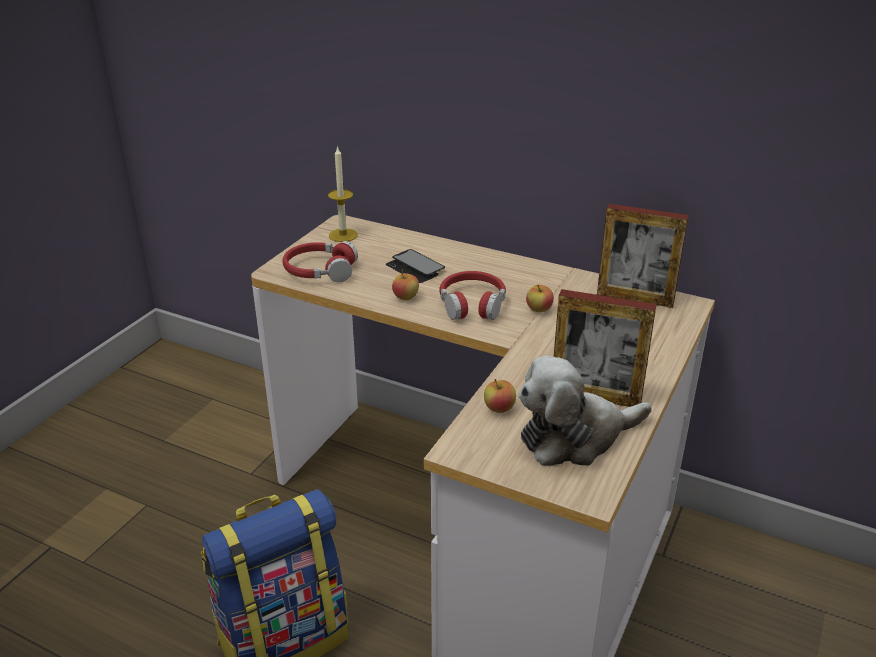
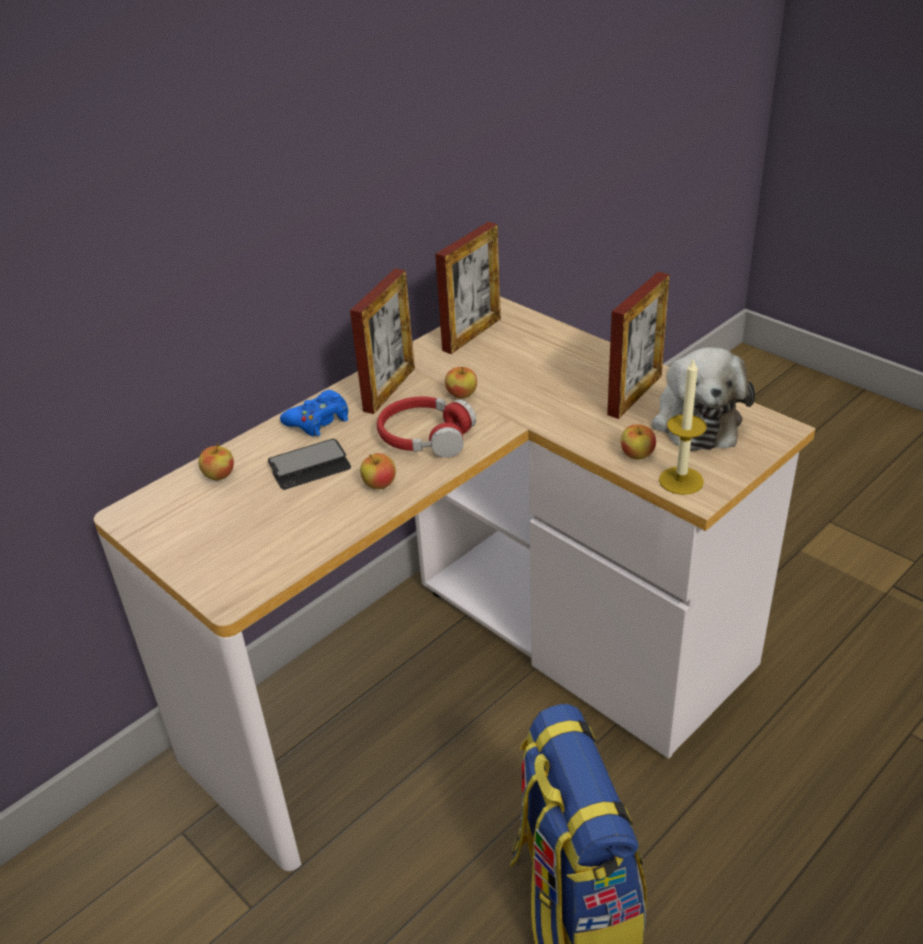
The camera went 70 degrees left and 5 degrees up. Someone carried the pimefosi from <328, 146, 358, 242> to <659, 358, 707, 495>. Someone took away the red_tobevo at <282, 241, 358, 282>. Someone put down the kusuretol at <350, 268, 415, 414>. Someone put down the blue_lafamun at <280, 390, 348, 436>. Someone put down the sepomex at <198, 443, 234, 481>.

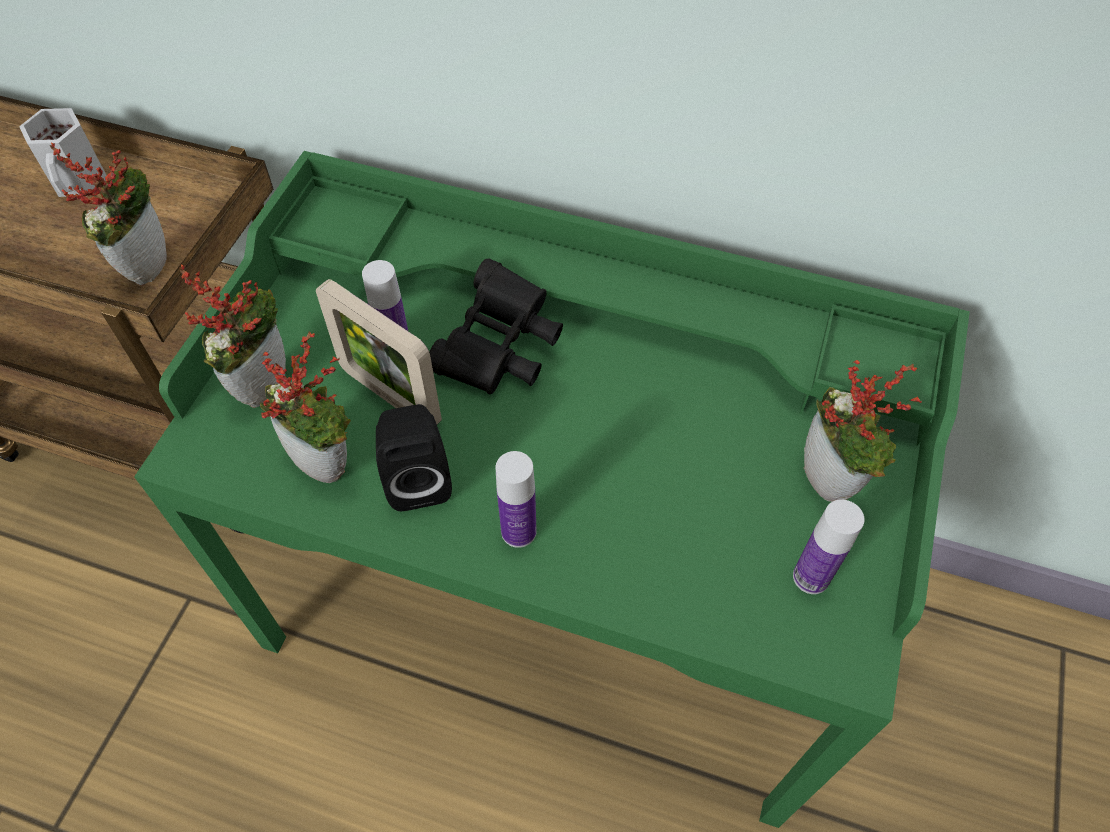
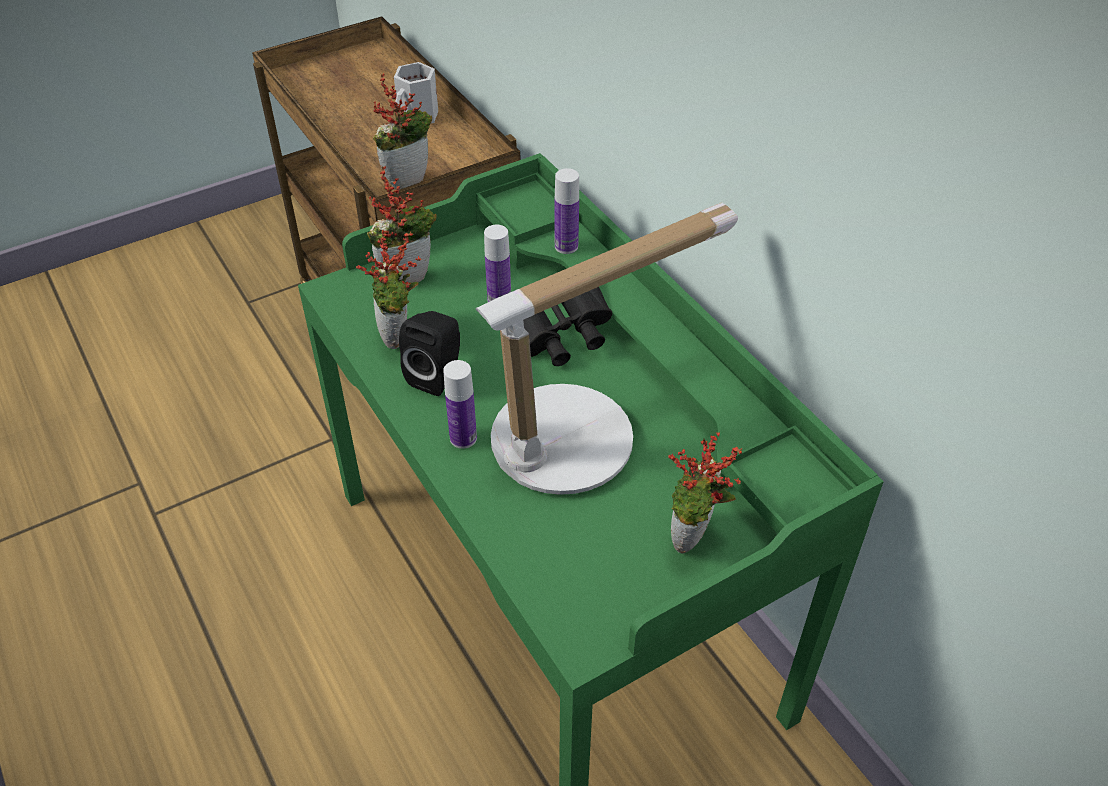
The camera went 40 degrees right and 10 degrees down. Someone took away the kusuretol at <316, 279, 442, 425>. Someone carried the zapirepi from <793, 499, 865, 594> to <555, 168, 579, 254>. Someone put down the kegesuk at <475, 203, 738, 495>.

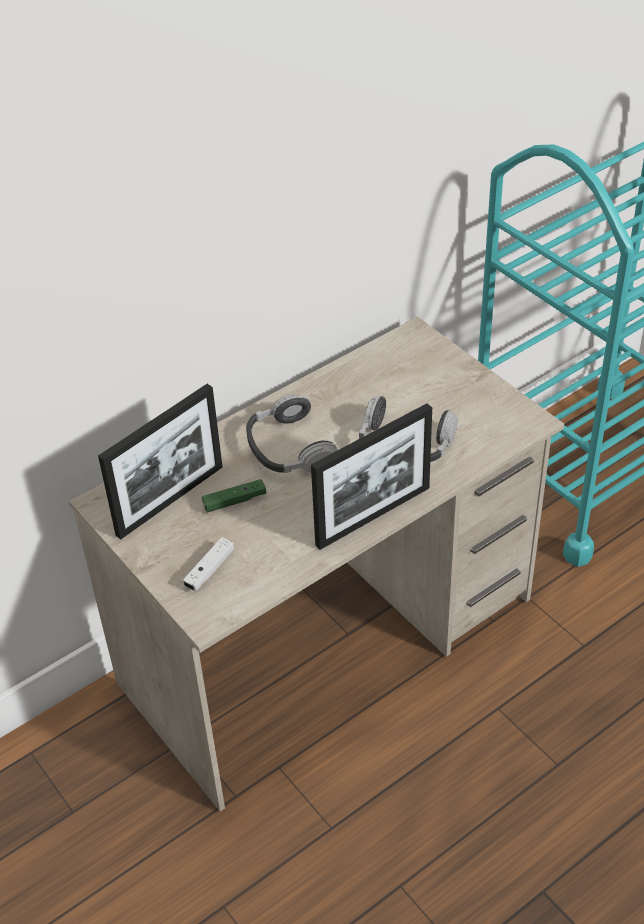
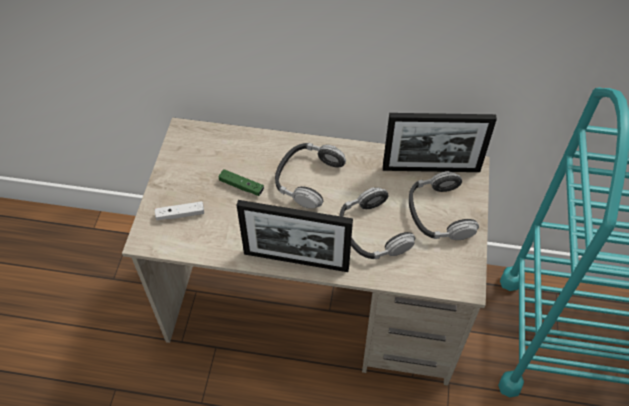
The camera went 45 degrees right and 10 degrees up. Someone carried the kusuretol from <98, 384, 223, 539> to <383, 113, 497, 172>. Someone put down the tobevo at <409, 171, 479, 240>.

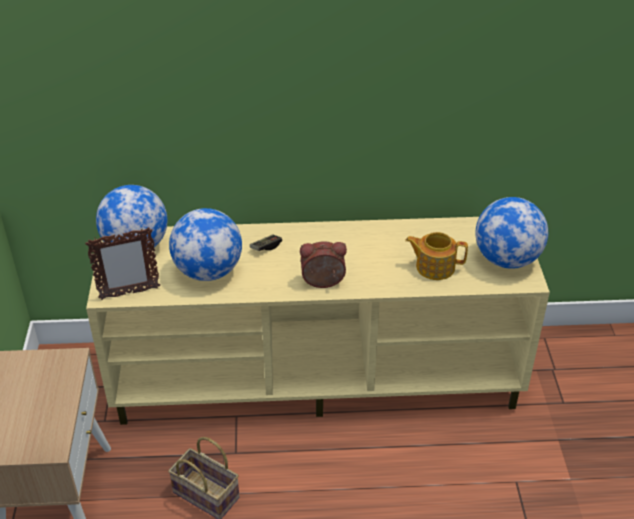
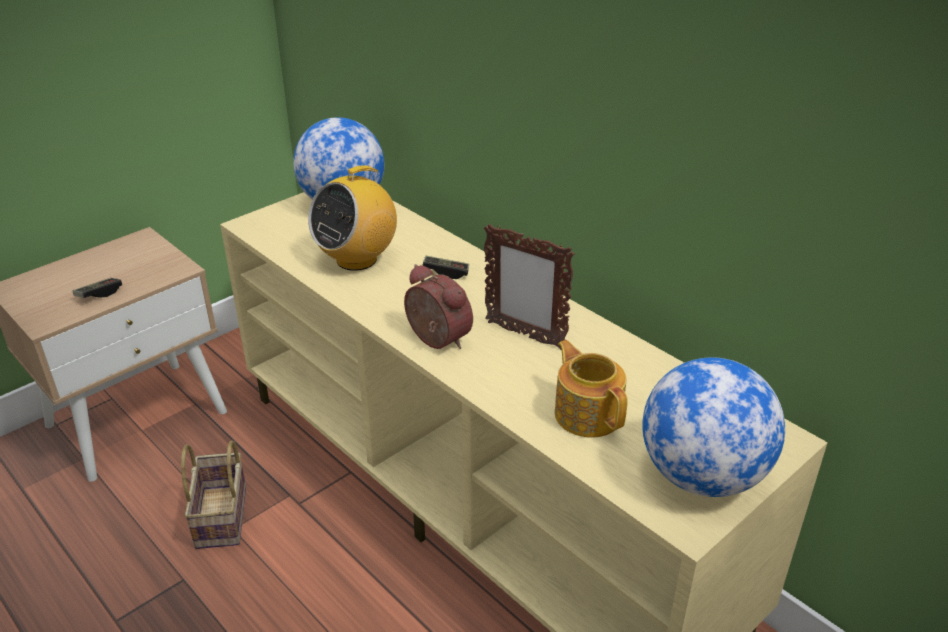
The camera went 50 degrees right and 5 degrees down. Someone swapped the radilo at <169, 208, 242, 281> for the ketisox at <308, 166, 397, 271>. Someone carried the kusuretol from <85, 227, 160, 300> to <484, 224, 575, 350>. Someone put down the lafamun at <72, 278, 122, 298>.

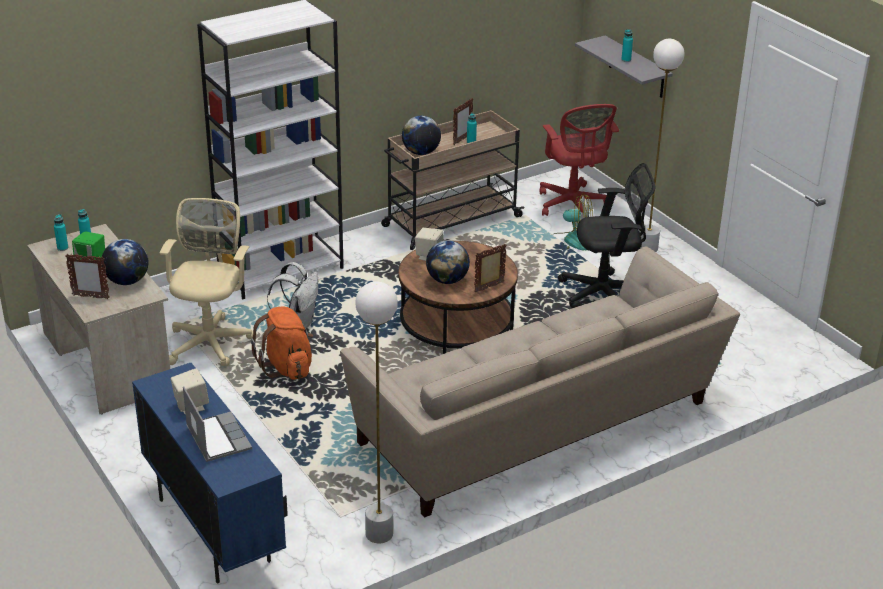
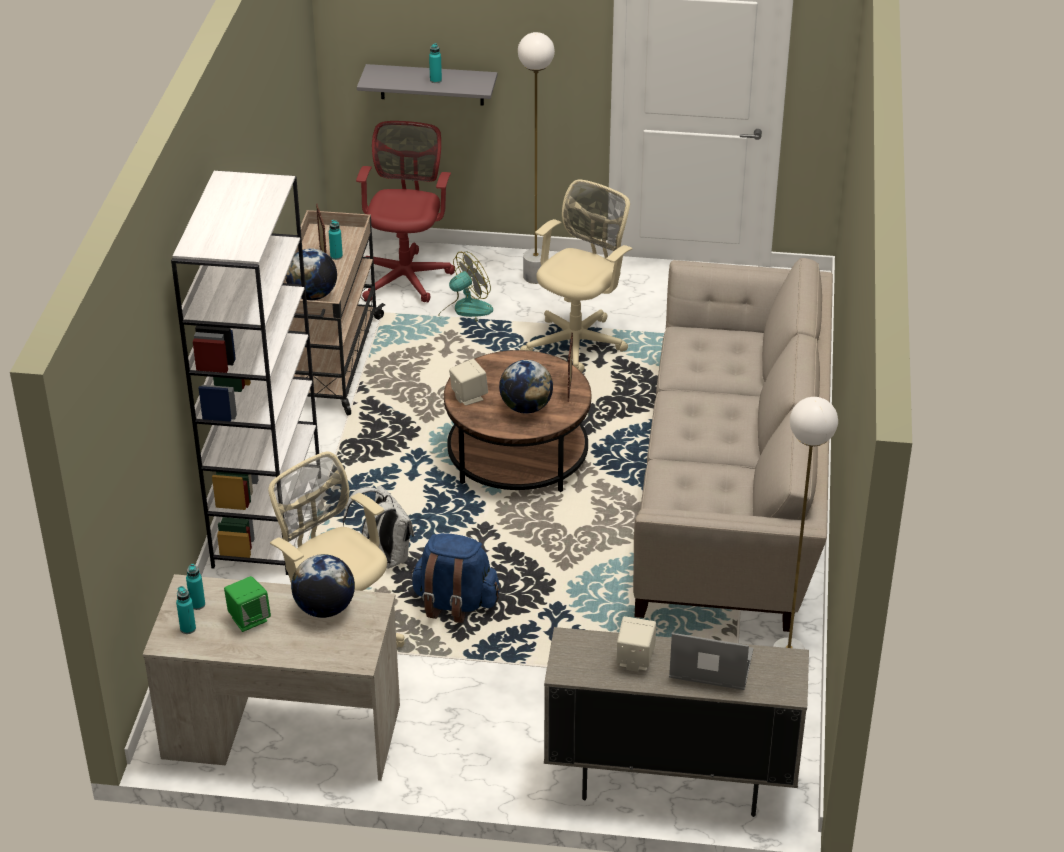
The camera went 50 degrees left and 5 degrees up. Someone rotated the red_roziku at <539, 104, 619, 216> by 105 degrees counterclockwise. Someone repainted the black_roziku at <558, 163, 655, 308>, which became the beige_roziku at <520, 180, 632, 372>. Someone took away the kusuretol at <65, 254, 110, 299>. Someone repainted the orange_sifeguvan at <251, 307, 313, 380>, which became the blue_sifeguvan at <411, 533, 499, 623>. Someone repainted the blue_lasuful at <132, 363, 288, 584>, which became the beige_lasuful at <544, 627, 809, 817>.

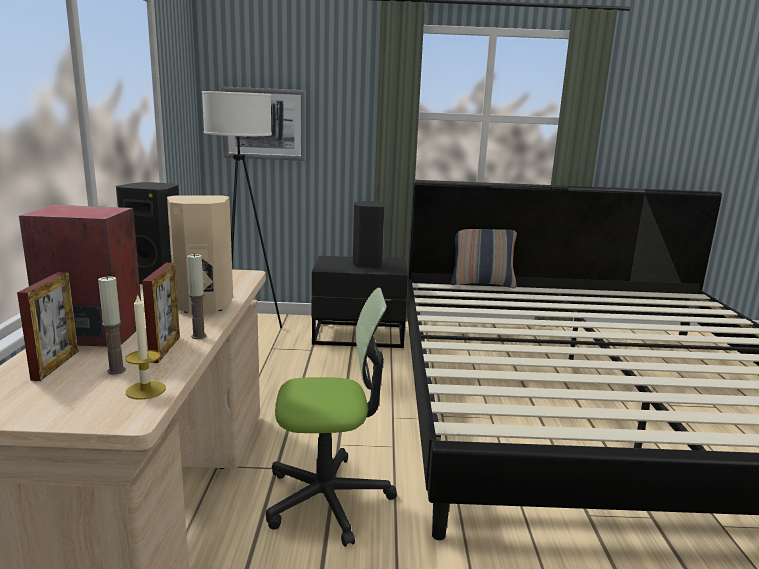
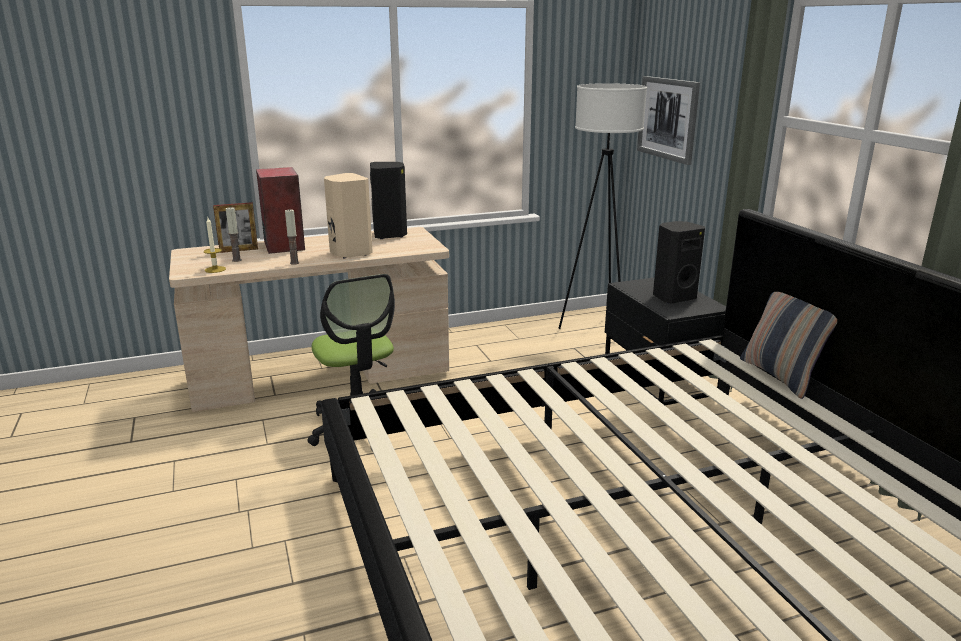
The camera went 70 degrees right and 5 degrees up. Someone took away the kusuretol at <142, 263, 180, 363>.

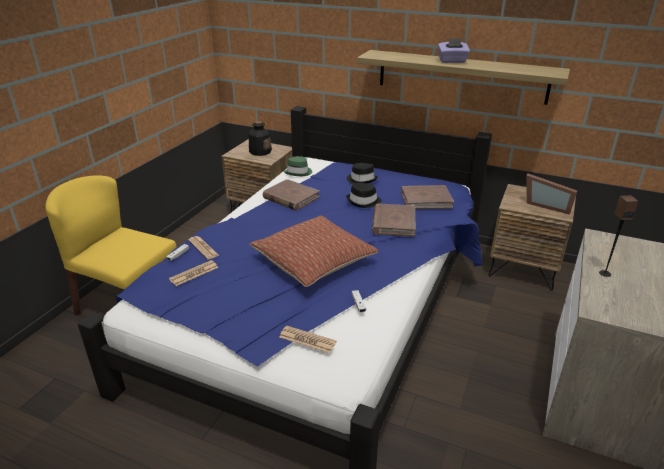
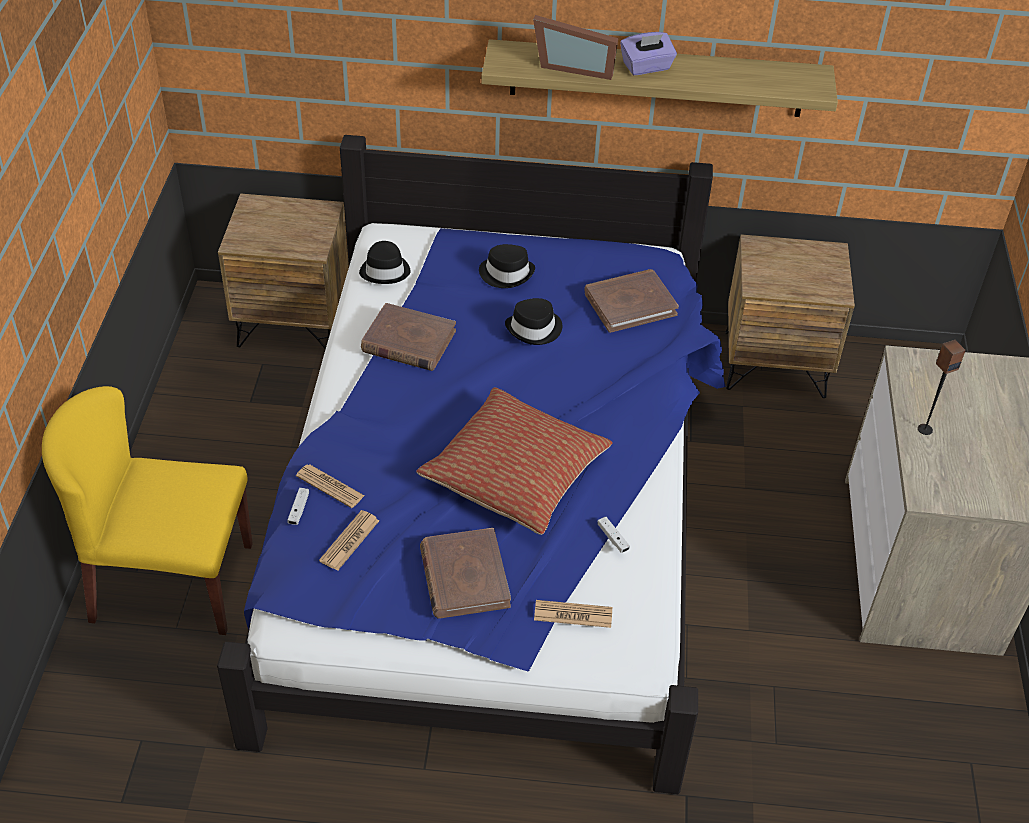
The camera went 20 degrees left and 15 degrees up. Someone took away the zapirepi at <249, 121, 272, 156>. Someone repainted the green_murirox at <284, 156, 312, 176>, which became the black_murirox at <359, 241, 411, 284>. Someone carried the kusuretol from <526, 173, 577, 214> to <533, 15, 618, 80>. Someone carried the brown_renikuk from <372, 203, 416, 237> to <420, 528, 511, 619>.

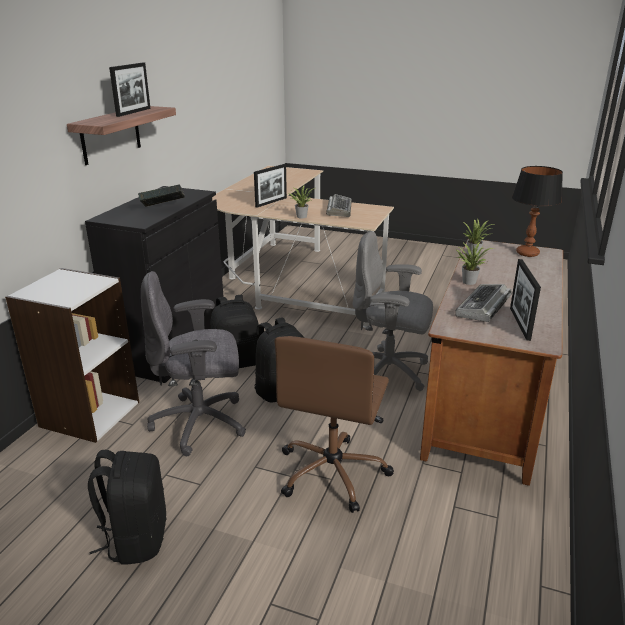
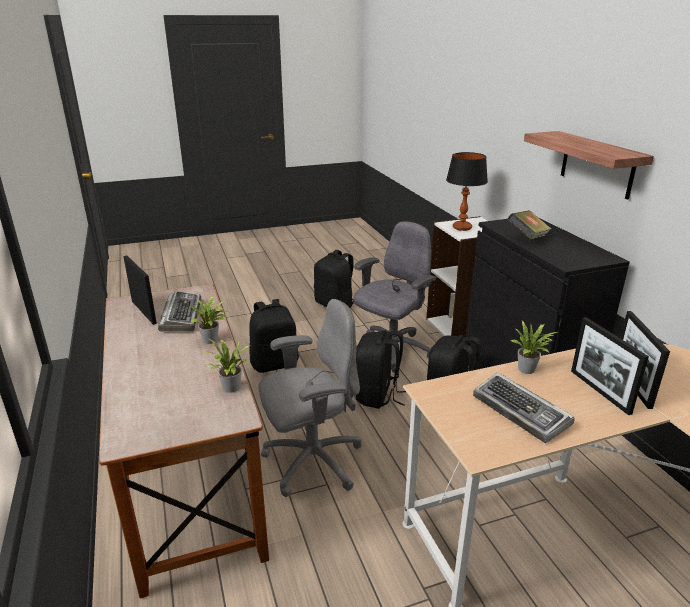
The camera went 140 degrees right and 0 degrees up. Someone carried the kusuretol from <109, 63, 151, 117> to <571, 317, 649, 415>. Someone carried the kegesuk from <512, 166, 563, 257> to <446, 152, 488, 231>. Someone swapped the brown_roziku at <274, 336, 394, 513> for the black_sifeguvan at <249, 299, 299, 373>.

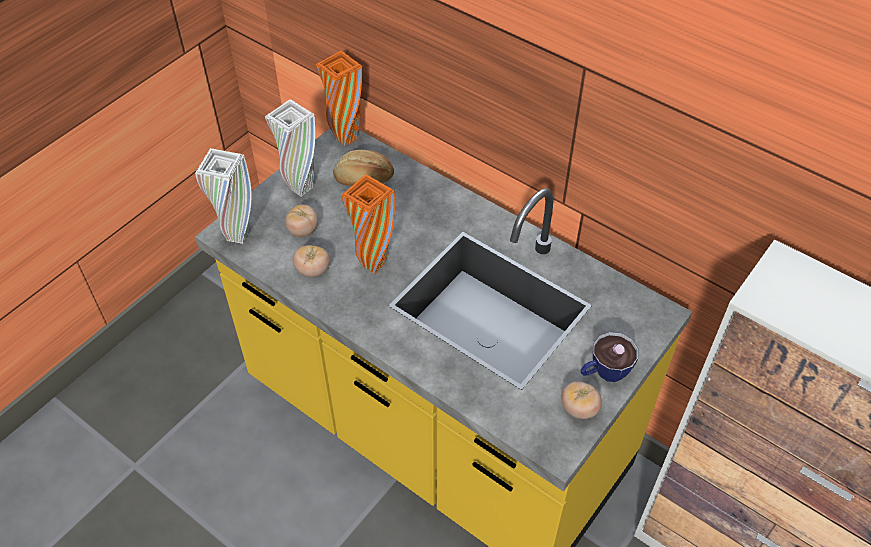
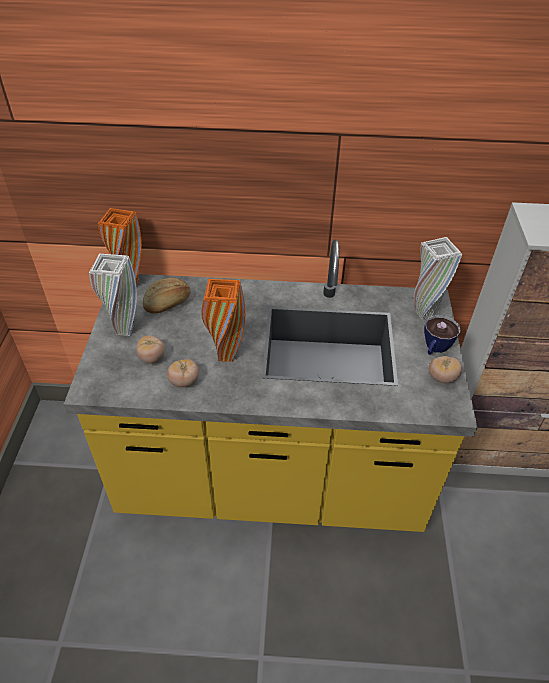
The camera went 35 degrees left and 5 degrees down. Someone carried the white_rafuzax from <195, 148, 252, 244> to <414, 237, 462, 319>.

